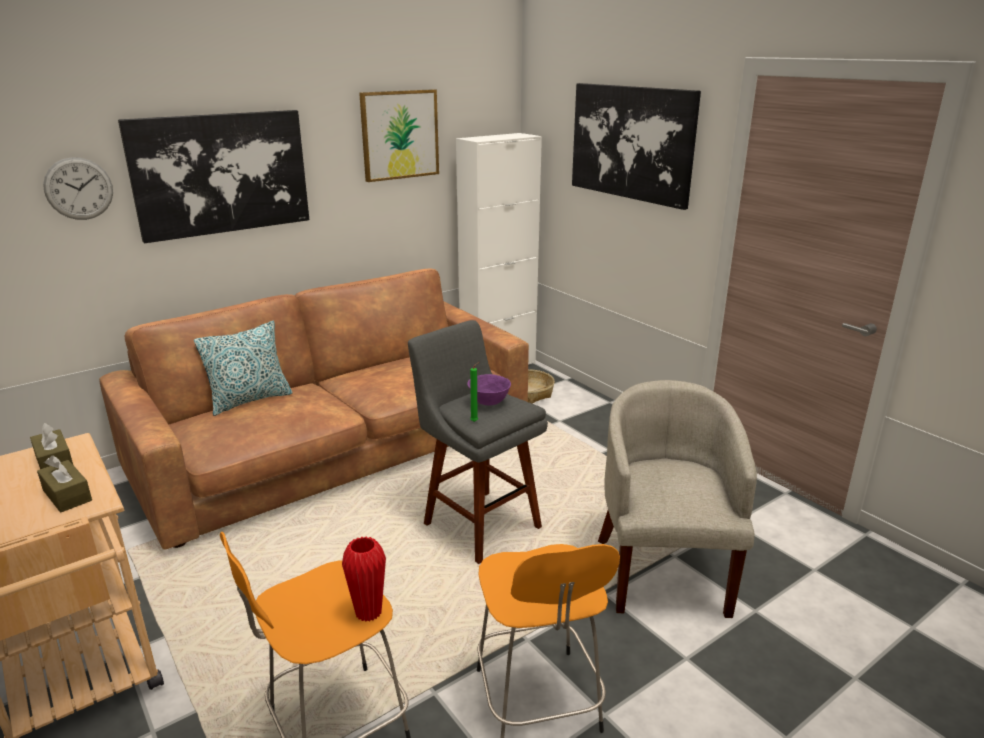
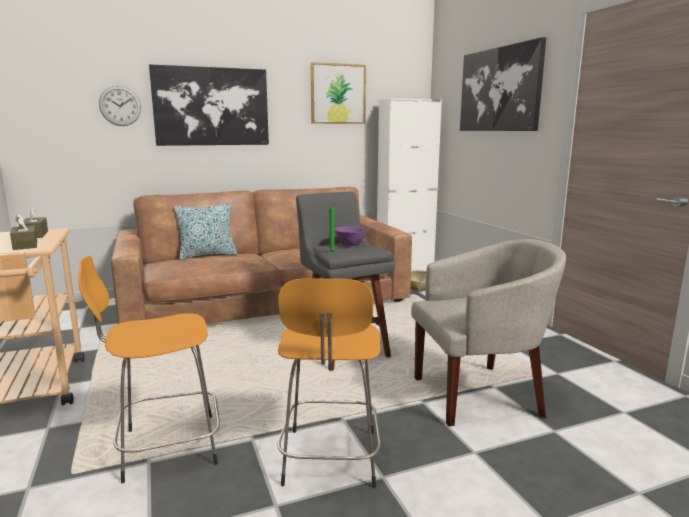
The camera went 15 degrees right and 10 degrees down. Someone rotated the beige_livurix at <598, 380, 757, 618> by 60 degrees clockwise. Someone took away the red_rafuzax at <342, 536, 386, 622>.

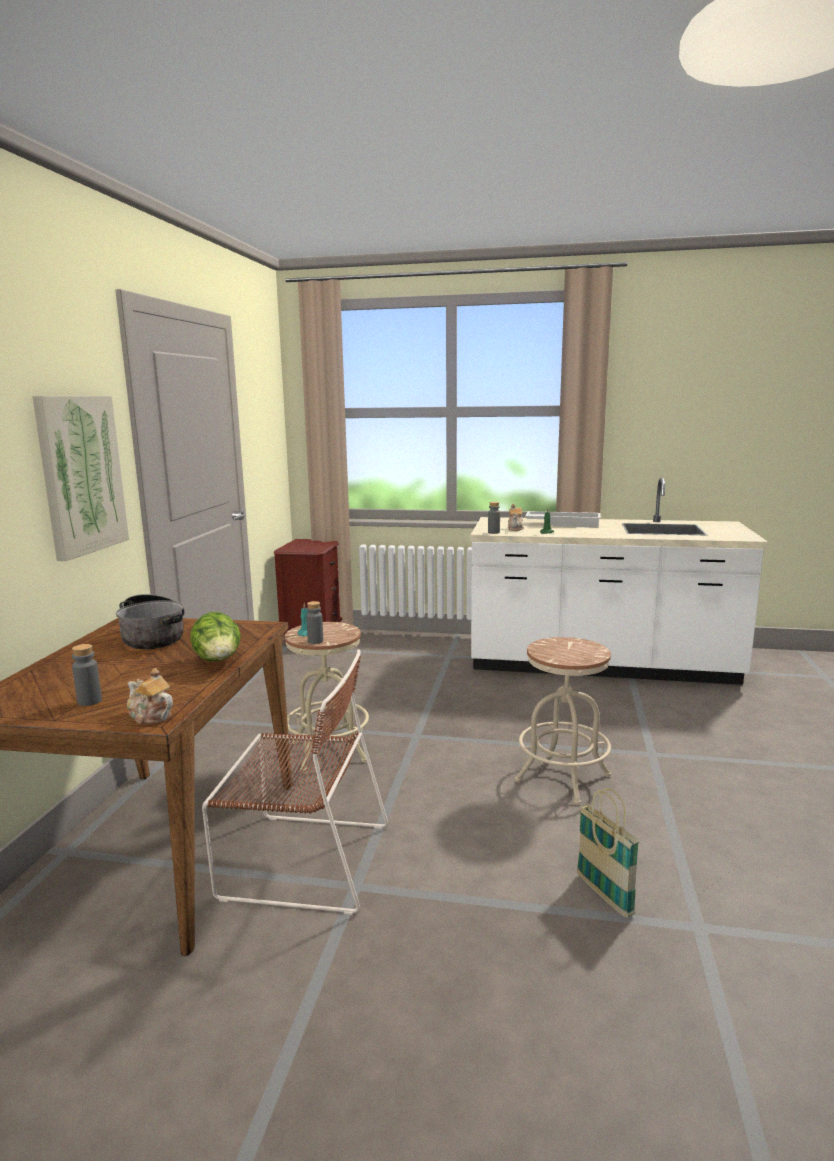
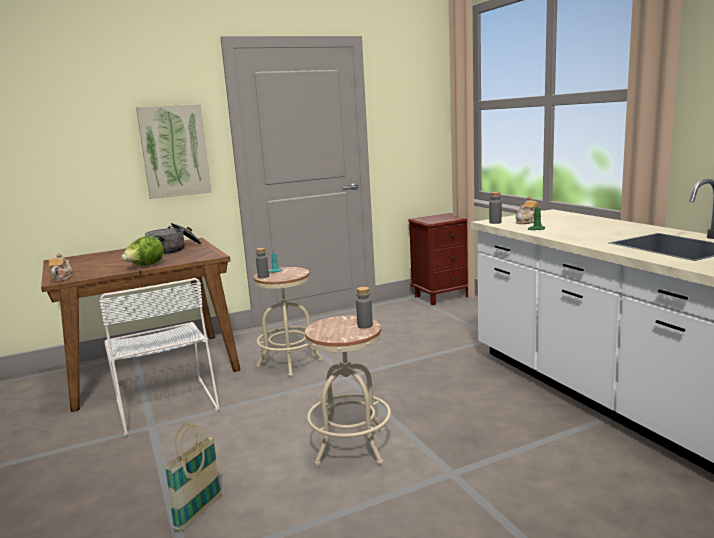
The camera went 55 degrees right and 0 degrees up. Someone took away the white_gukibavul at <525, 511, 601, 528>. Someone carried the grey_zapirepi from <72, 644, 102, 706> to <356, 287, 373, 329>. Someone repainted the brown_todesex at <202, 649, 388, 915>, which became the white_todesex at <100, 278, 220, 436>.

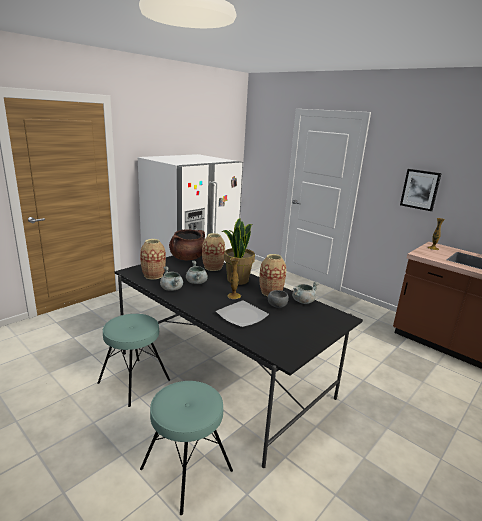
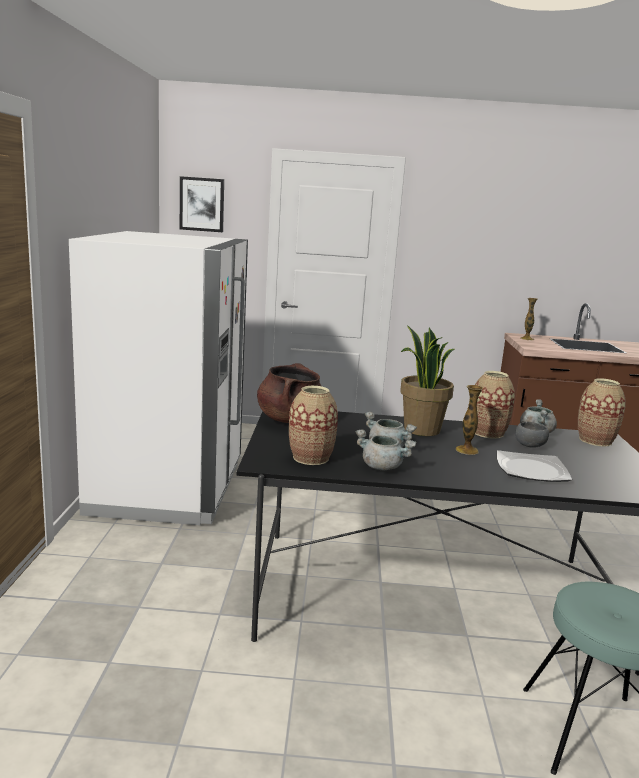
The camera went 40 degrees left and 5 degrees down. Someone carried the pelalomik from <400, 169, 442, 211> to <180, 176, 224, 232>. Someone carried the rafuzax from <202, 233, 225, 271> to <578, 378, 626, 446>. Someone took away the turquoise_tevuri at <97, 314, 170, 407>.

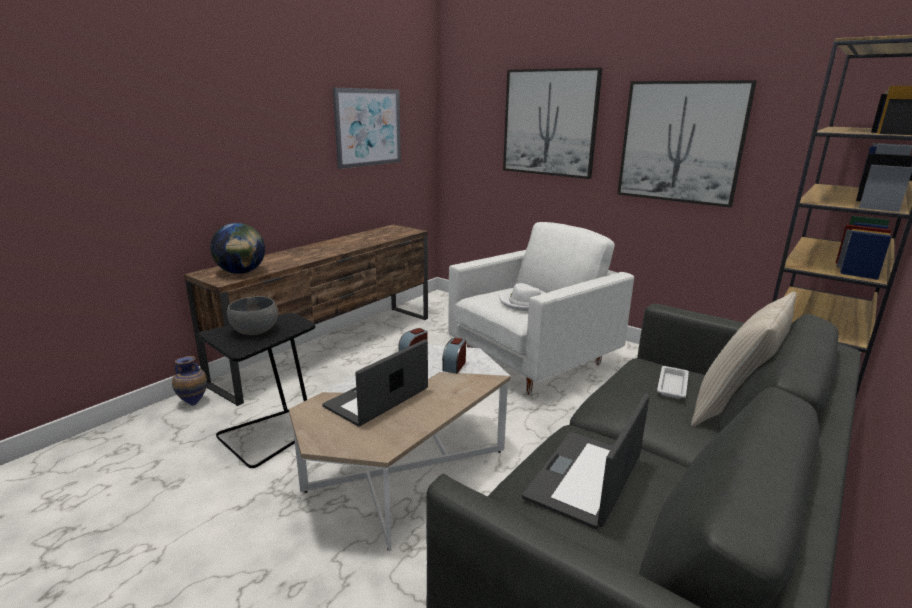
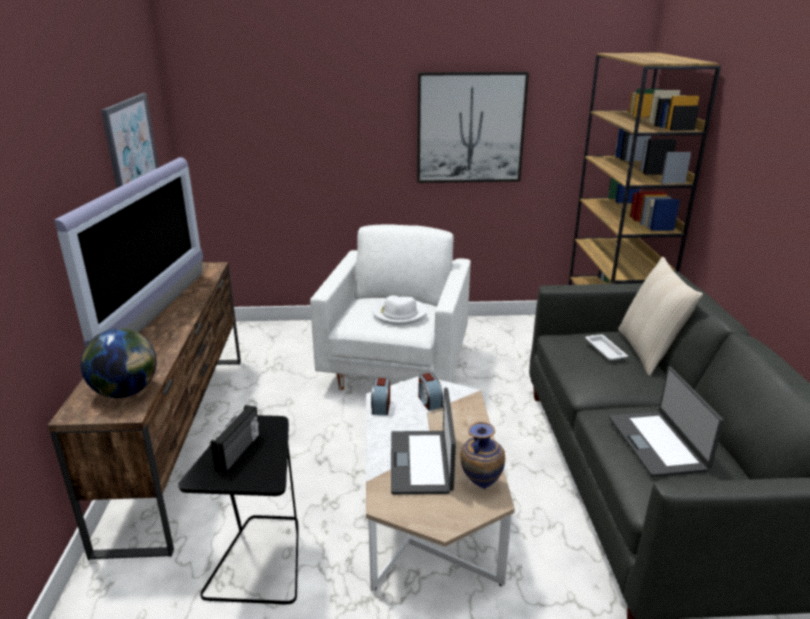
The camera went 40 degrees left and 5 degrees up. Someone took away the pelalomik at <503, 68, 602, 179>. Someone swapped the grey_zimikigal at <227, 296, 278, 335> for the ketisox at <211, 405, 260, 474>. Someone carried the rafuzax from <172, 356, 207, 406> to <460, 421, 505, 489>. Someone put down the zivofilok at <54, 157, 203, 347>.

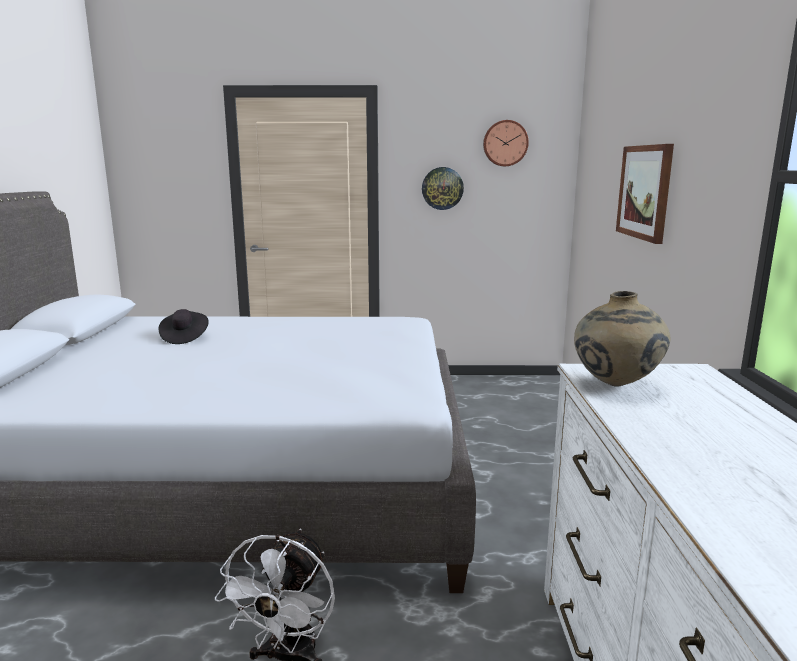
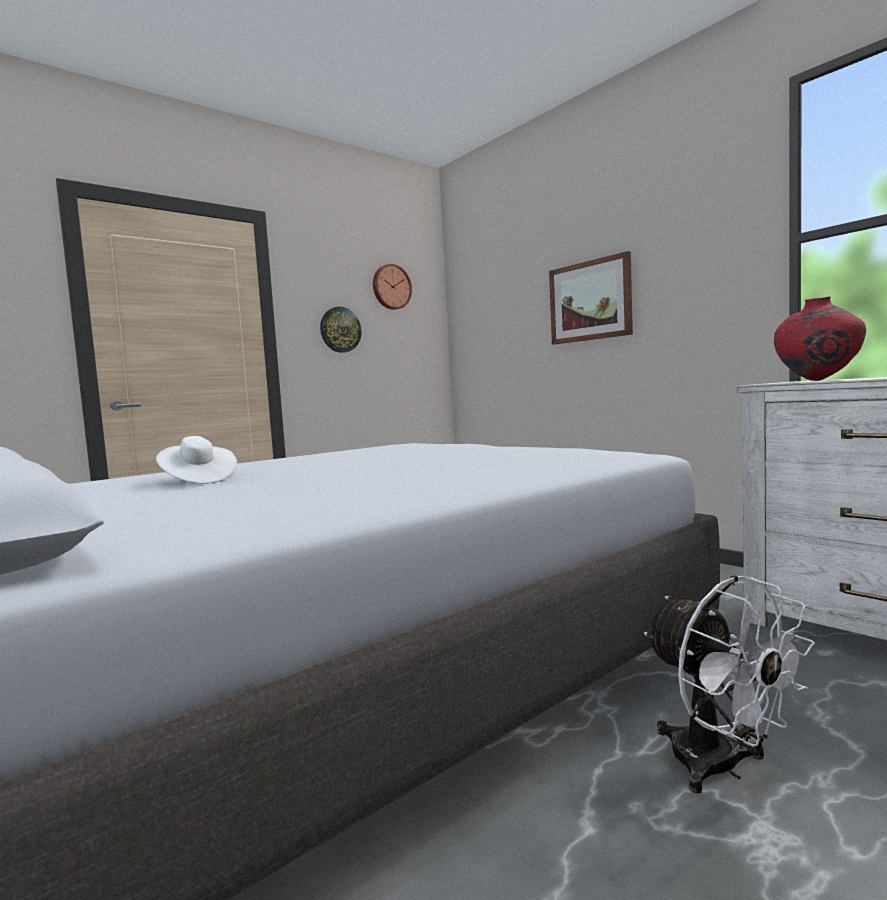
The camera went 40 degrees left and 10 degrees down. Someone repainted the beige_rafuzax at <574, 291, 670, 387>, which became the red_rafuzax at <774, 296, 866, 381>. Someone repainted the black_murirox at <159, 309, 209, 344>, which became the white_murirox at <156, 436, 237, 484>.

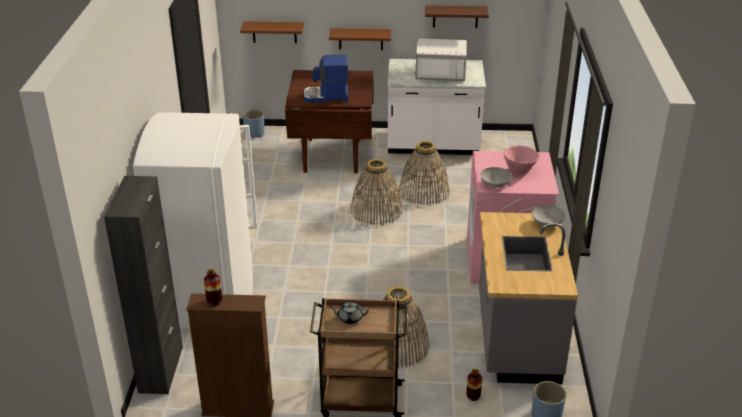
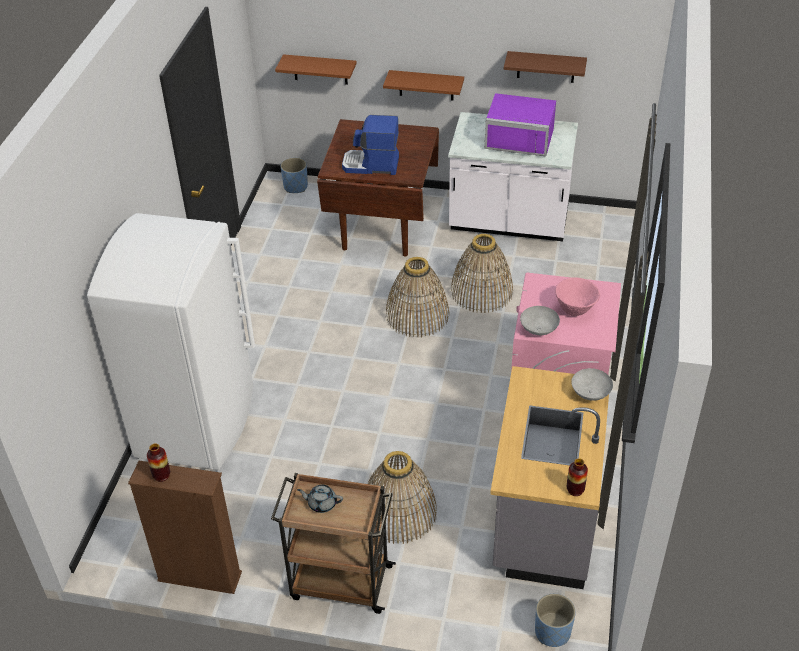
The camera went 10 degrees right and 10 degrees up. Someone repainted the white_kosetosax at <415, 38, 467, 81>, which became the purple_kosetosax at <485, 93, 556, 157>. Someone took away the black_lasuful at <104, 176, 183, 394>. Someone carried the rafuzax from <466, 369, 482, 401> to <567, 458, 588, 496>.

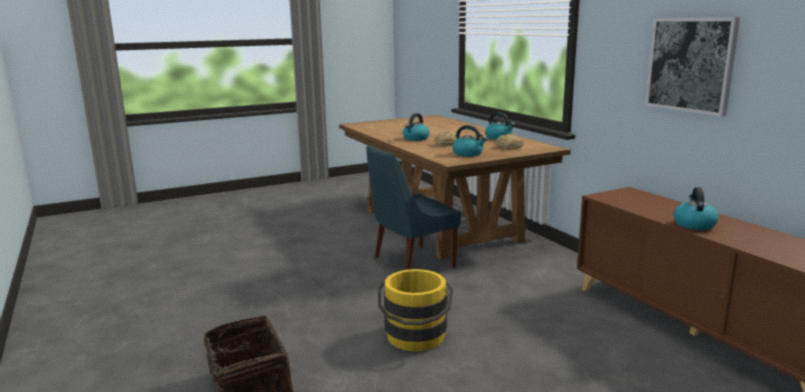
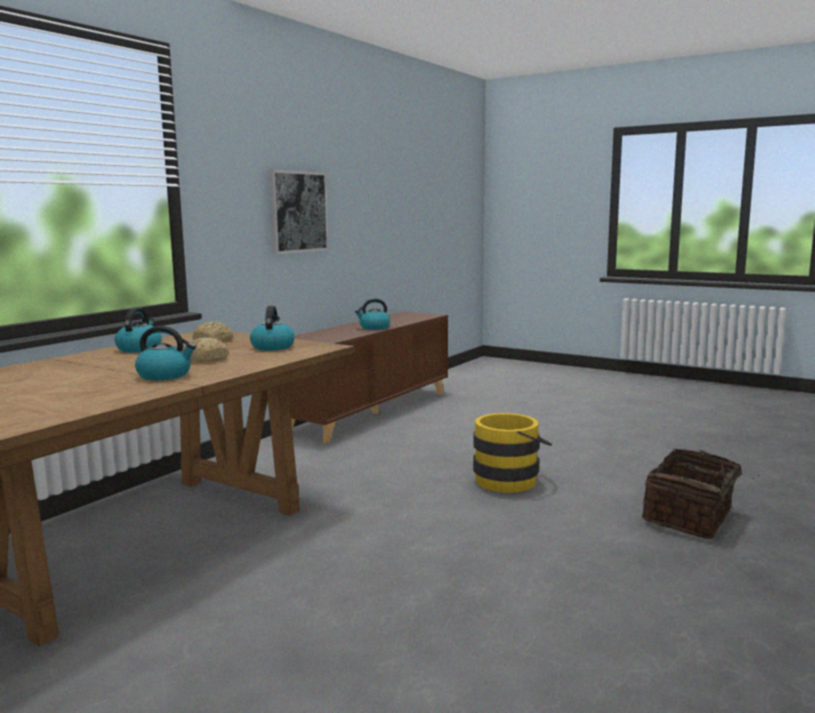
The camera went 120 degrees left and 5 degrees down. Someone took away the blue_todesex at <366, 145, 461, 270>.

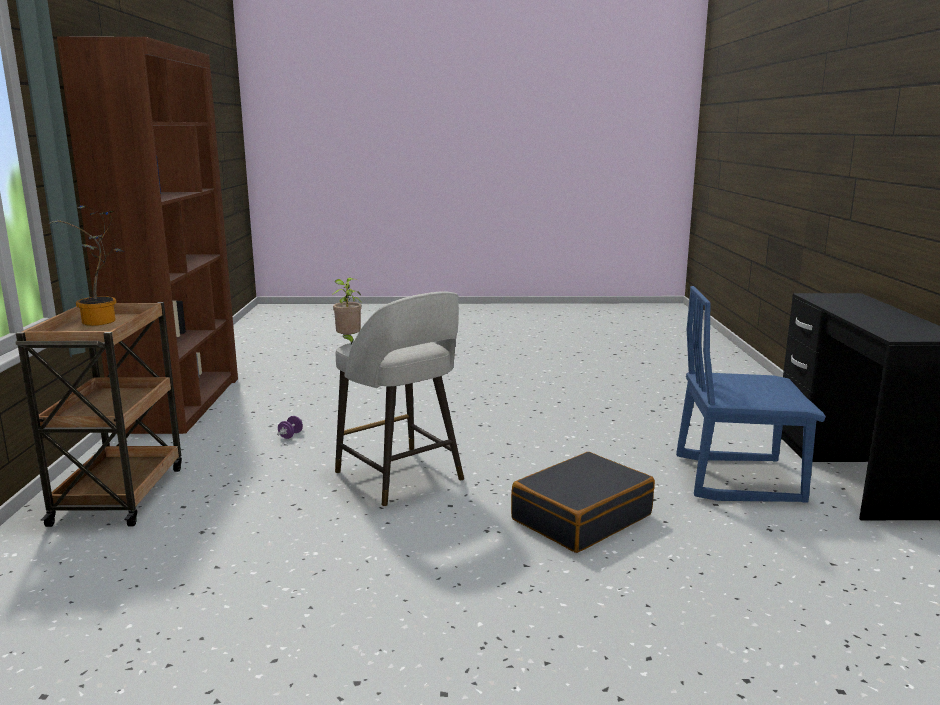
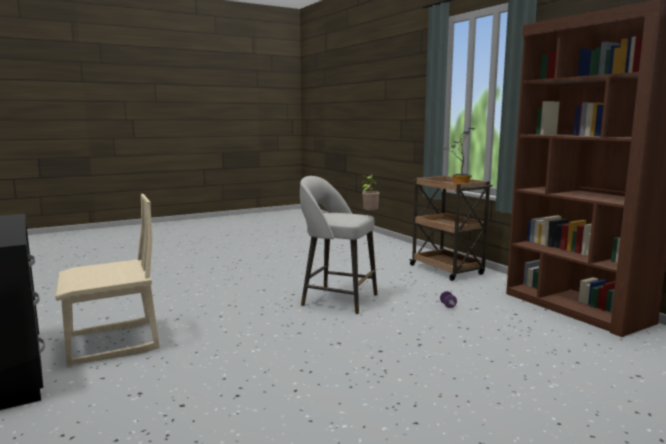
The camera went 150 degrees right and 5 degrees down. Someone repainted the blue_todesex at <676, 286, 826, 503>, which became the beige_todesex at <55, 194, 160, 366>. Someone took away the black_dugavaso at <511, 452, 655, 553>.

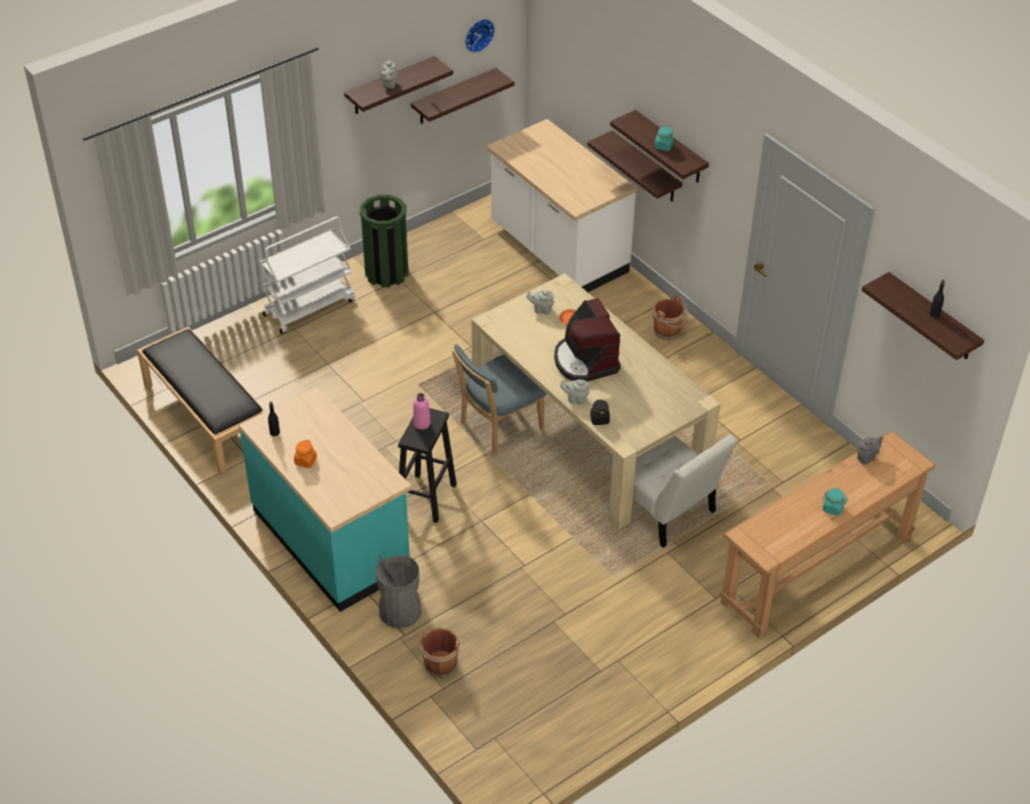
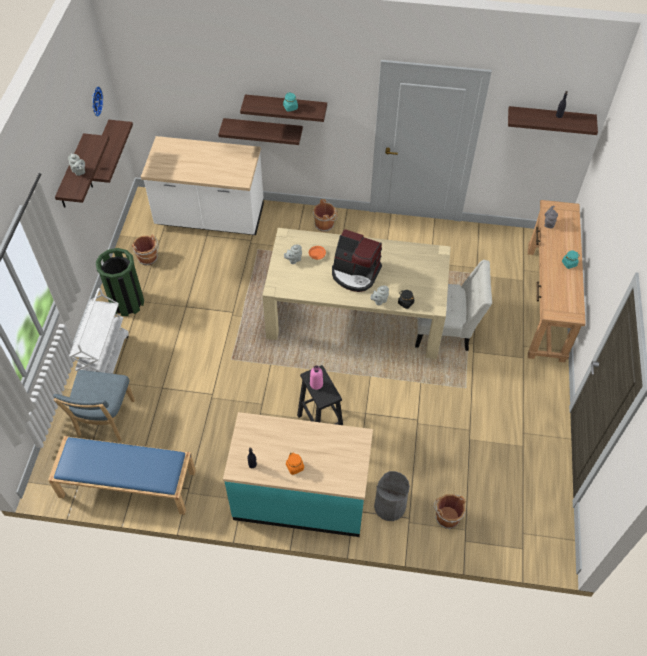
The camera went 45 degrees left and 10 degrees up. Someone repainted the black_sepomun at <137, 327, 266, 475>, which became the blue_sepomun at <48, 436, 196, 515>. Someone carried the blue_todesex from <451, 344, 547, 455> to <53, 370, 135, 442>. Someone put down the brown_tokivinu at <132, 235, 158, 266>.

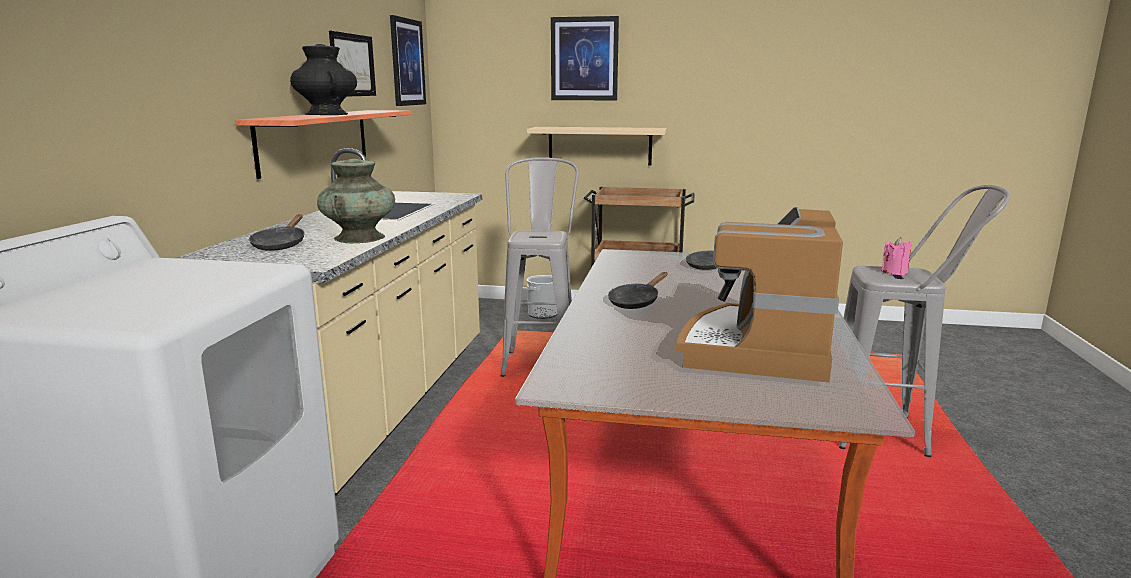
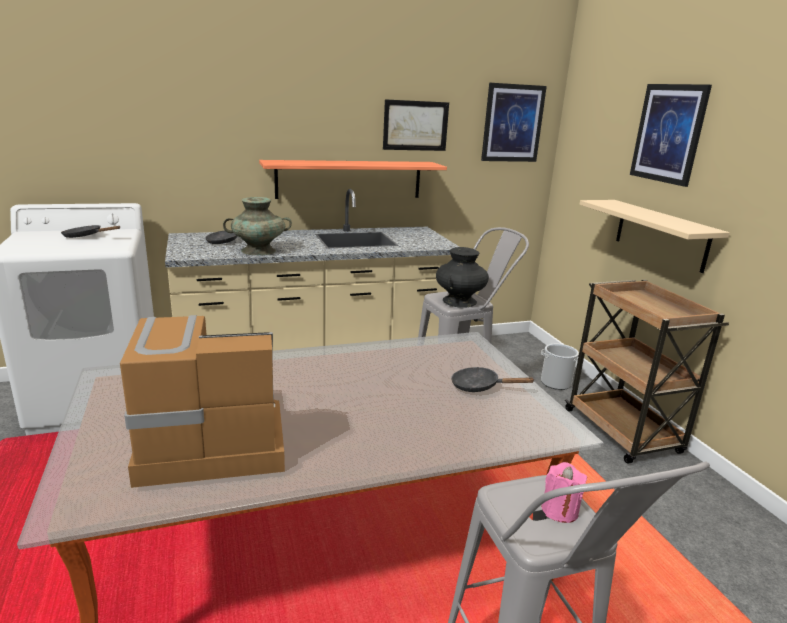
The camera went 60 degrees right and 5 degrees up. Someone carried the black_rafuzax from <290, 44, 357, 115> to <436, 247, 489, 308>. Someone carried the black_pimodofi from <608, 272, 667, 309> to <61, 225, 121, 238>.

